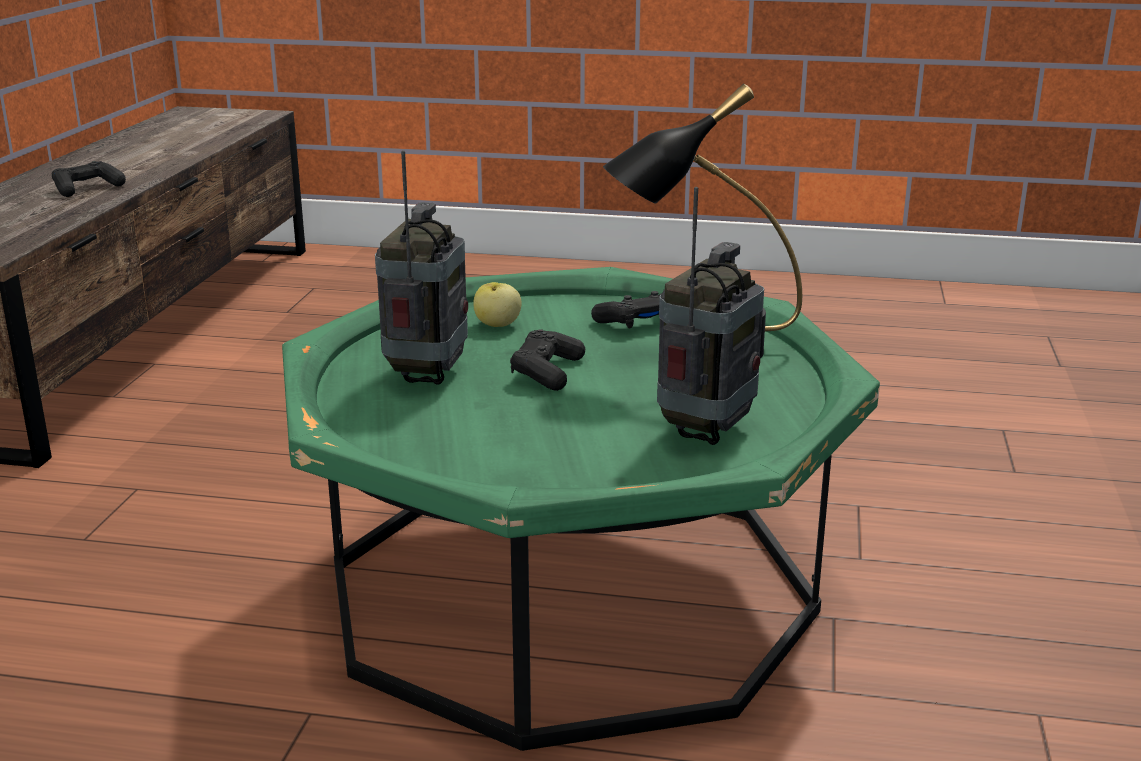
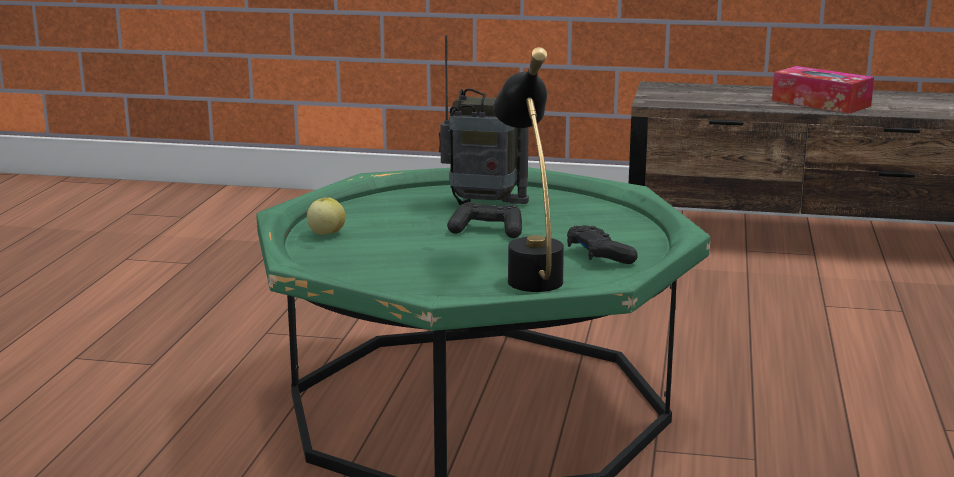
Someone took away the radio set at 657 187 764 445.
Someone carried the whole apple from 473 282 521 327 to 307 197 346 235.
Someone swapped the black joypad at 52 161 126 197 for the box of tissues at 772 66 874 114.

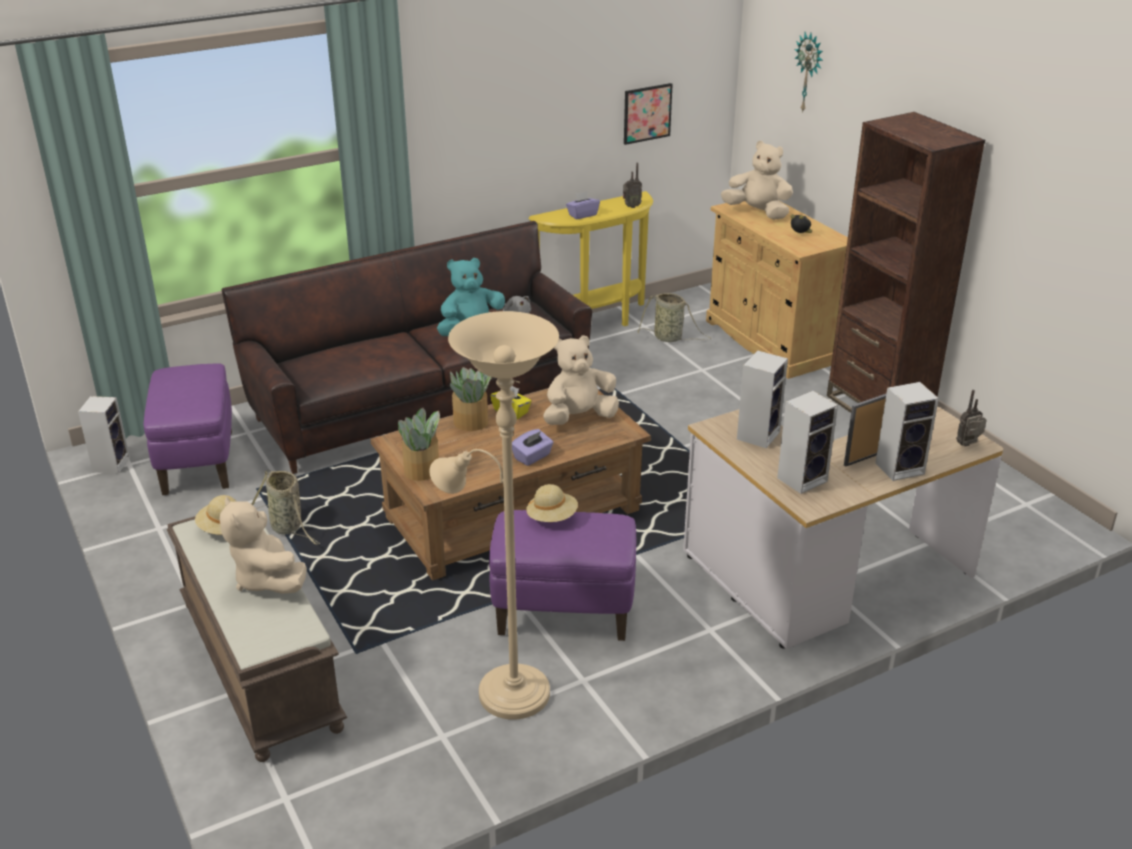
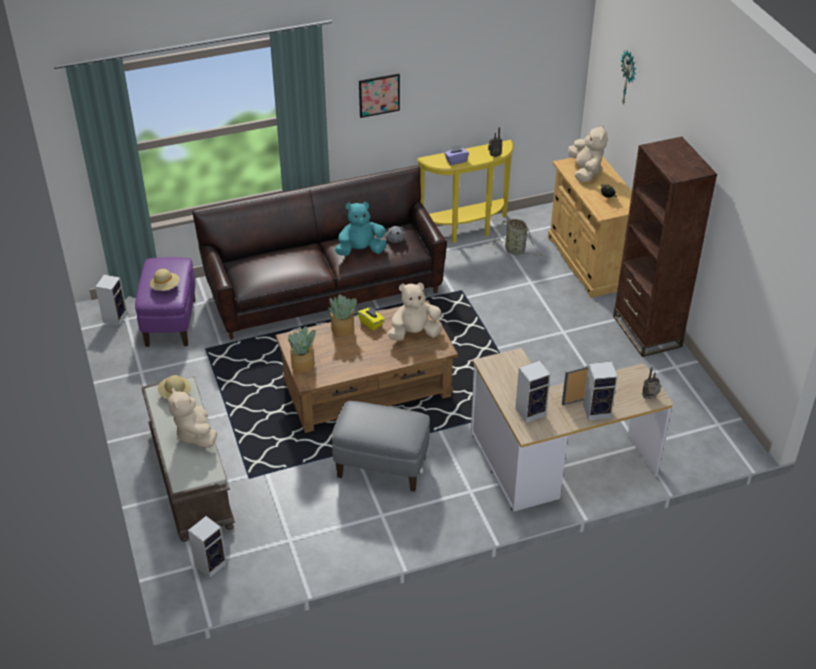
Someone took away the household basket at 252 470 320 545.
Someone took away the sand-coloured floor lamp at 429 311 559 720.
Someone took away the purplish box of tissues at 512 429 554 466.
Someone carried the sand-coloured wearable hat from 526 484 578 522 to 150 269 180 291.
Someone carried the wall art from 624 83 673 145 to 359 73 400 118.
Someone carried the speaker from 737 351 788 448 to 188 516 227 578.
Someone repainted the purplish ottoman at 489 510 636 641, which became the grey ottoman at 332 401 430 492.
Someone rotated the sand-coloured cuddly toy at 721 141 793 219 by 45 degrees clockwise.

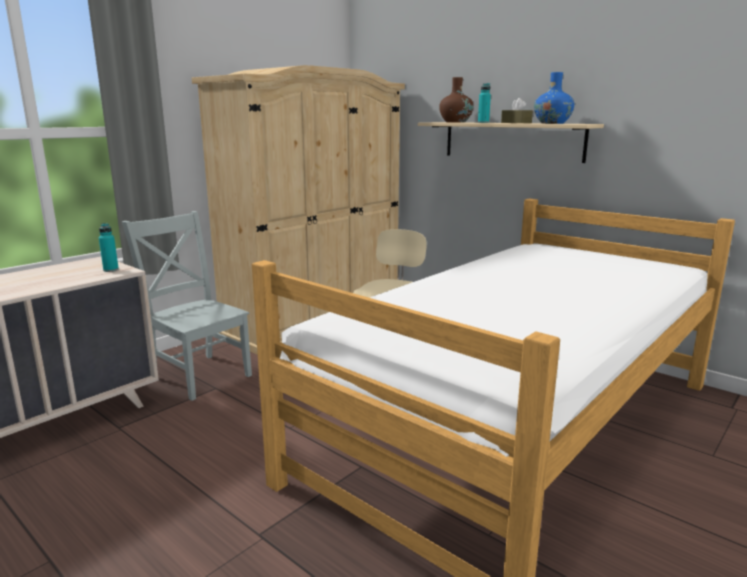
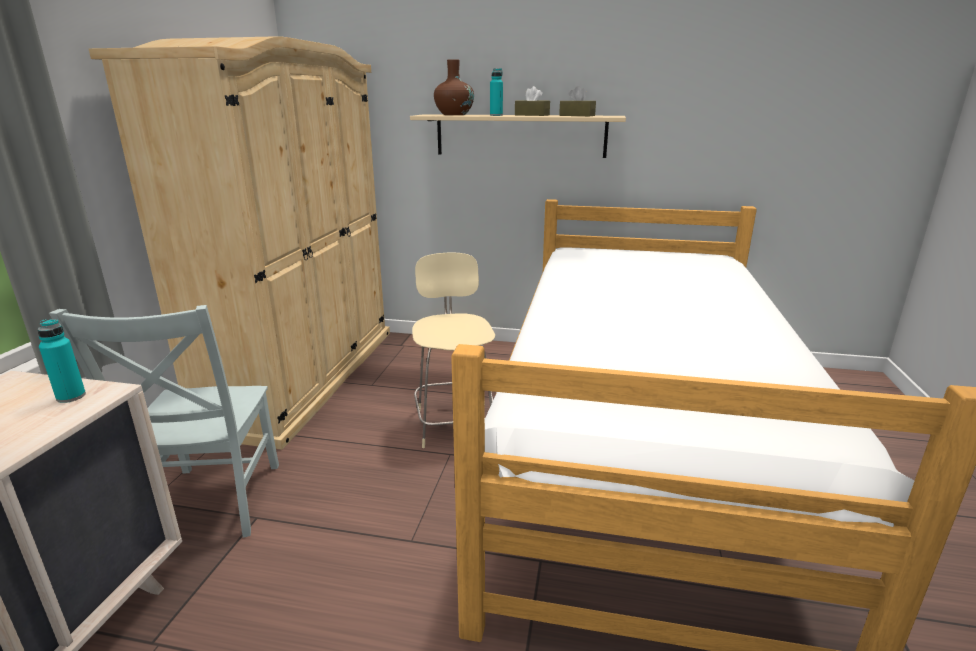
Someone swapped the blue flower vase at 534 72 574 124 for the brownish box of tissues at 559 86 596 116.
Someone rotated the grey chair at 122 211 252 401 by 105 degrees counterclockwise.

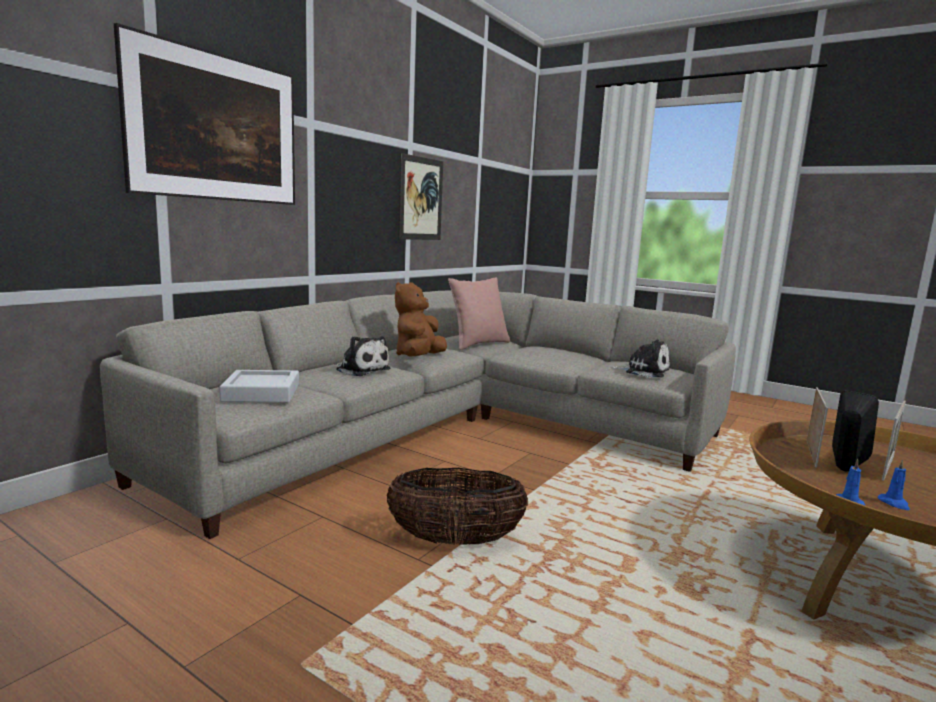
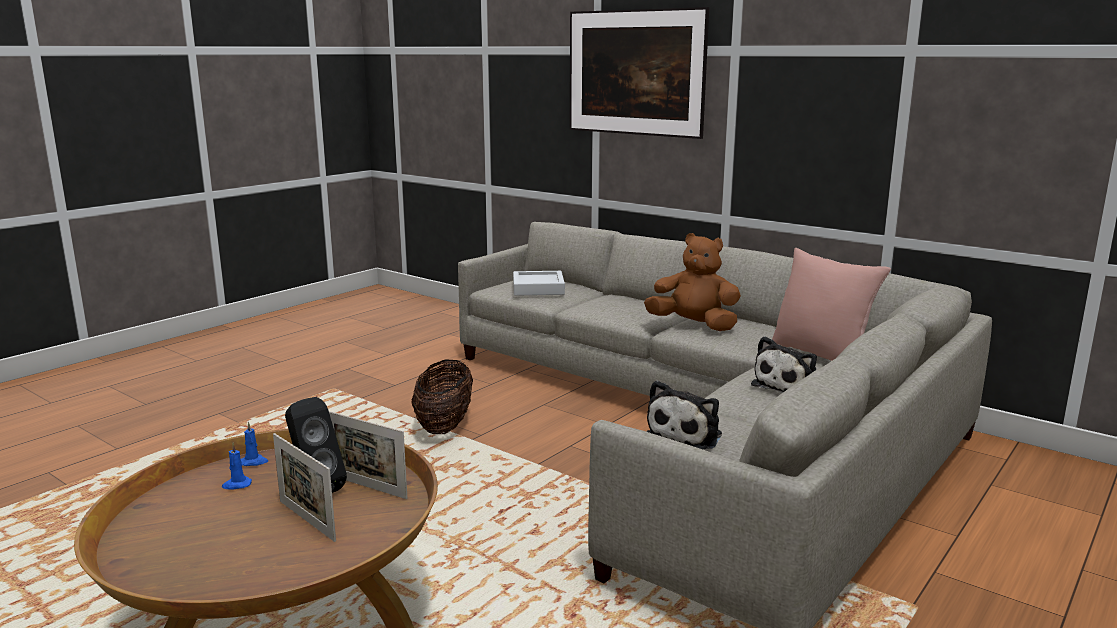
Someone took away the wall art at 398 153 443 240.
Someone carried the cuddly toy from 335 336 390 376 to 751 336 817 393.

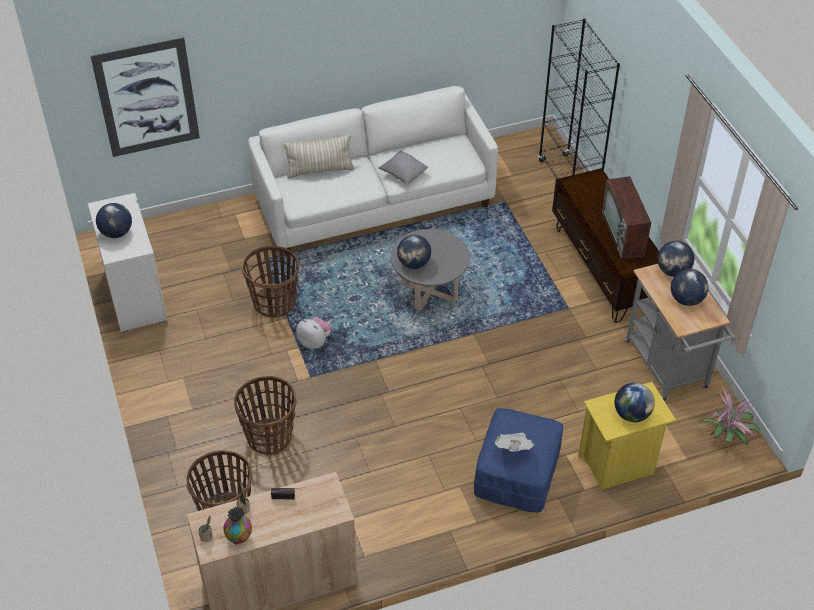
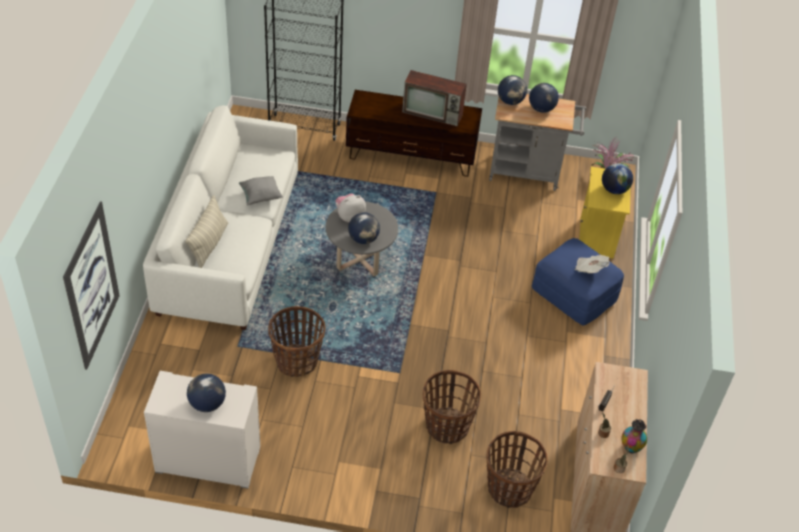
Someone carried the cuddly toy from 296 317 332 349 to 336 193 366 222.

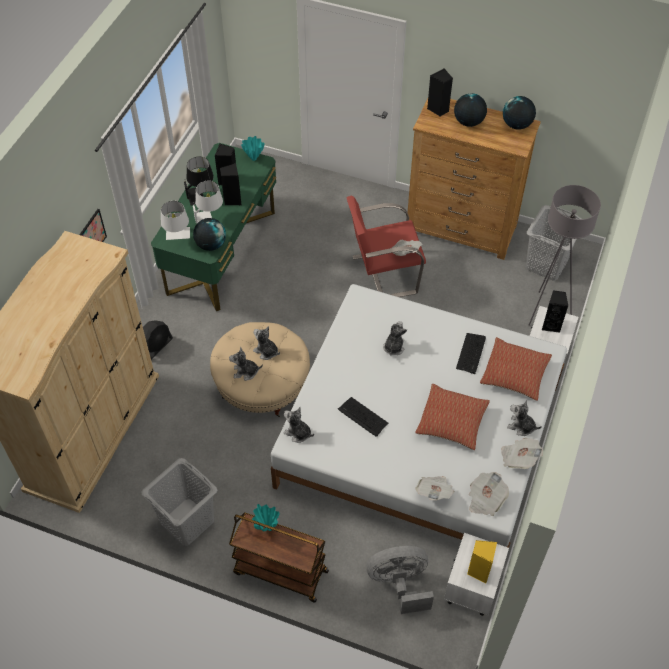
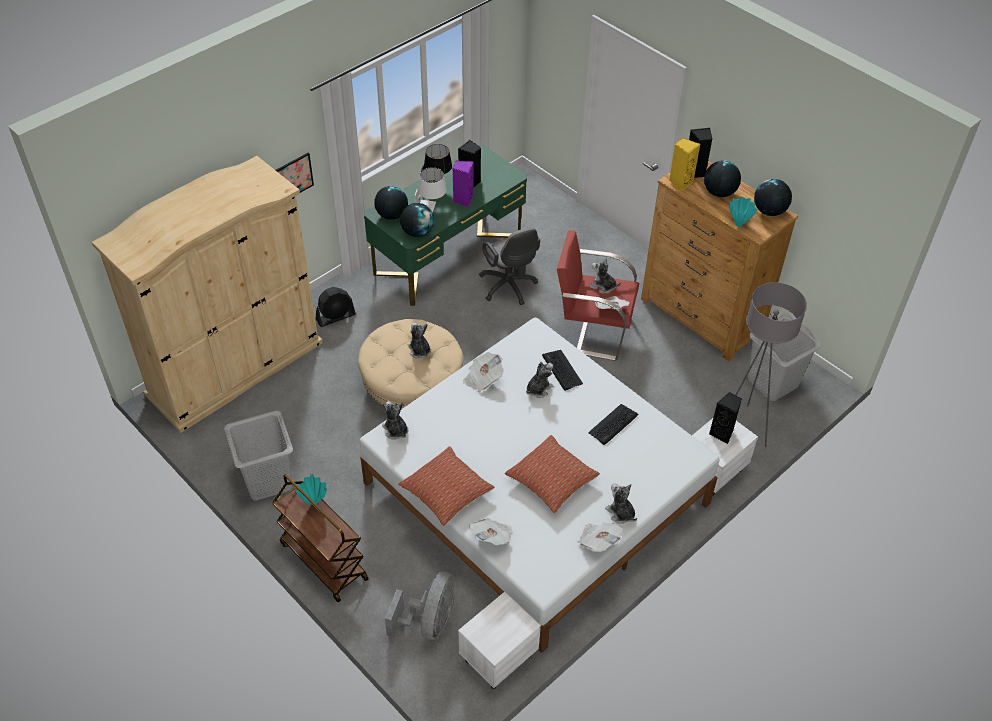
Someone put down the grey office chair at 479 227 540 305.
Someone carried the cuddly toy from 229 347 263 381 to 590 258 621 294.
Someone carried the turquoise-coloured flower vase from 241 136 264 161 to 729 197 757 227.
Someone carried the computer keyboard from 338 397 388 437 to 542 350 583 391.
Someone carried the yellow speaker from 467 540 497 583 to 669 138 700 191.
Someone carried the printed paper from 469 472 509 516 to 463 352 504 392.
Someone carried the throw pillow from 480 337 552 401 to 398 446 495 526.
Someone swapped the whitish table lamp at 161 201 190 240 for the desk globe at 374 186 408 220.
Someone repainted the black speaker at 220 163 241 205, which became the purplish speaker at 453 161 474 207.
Someone rotated the grey electric fan at 366 546 434 614 by 90 degrees clockwise.

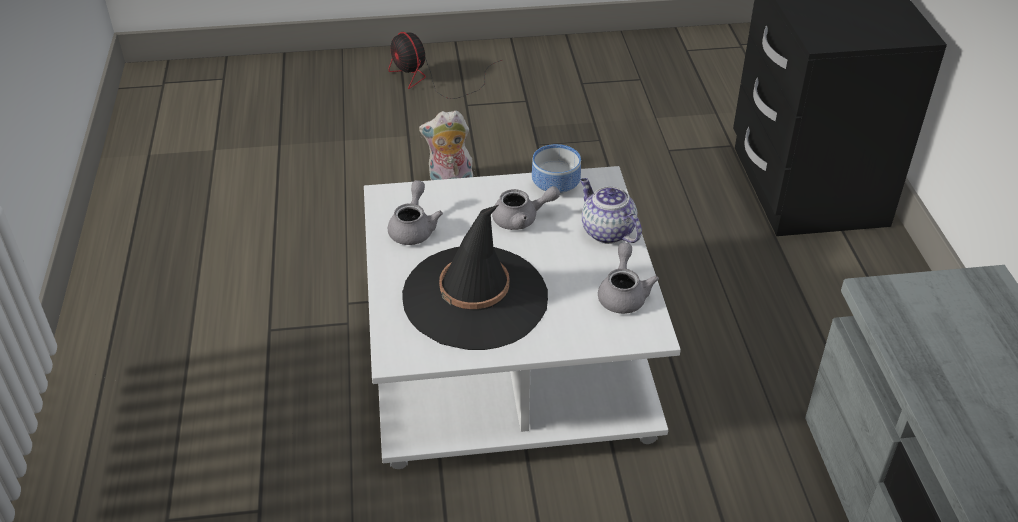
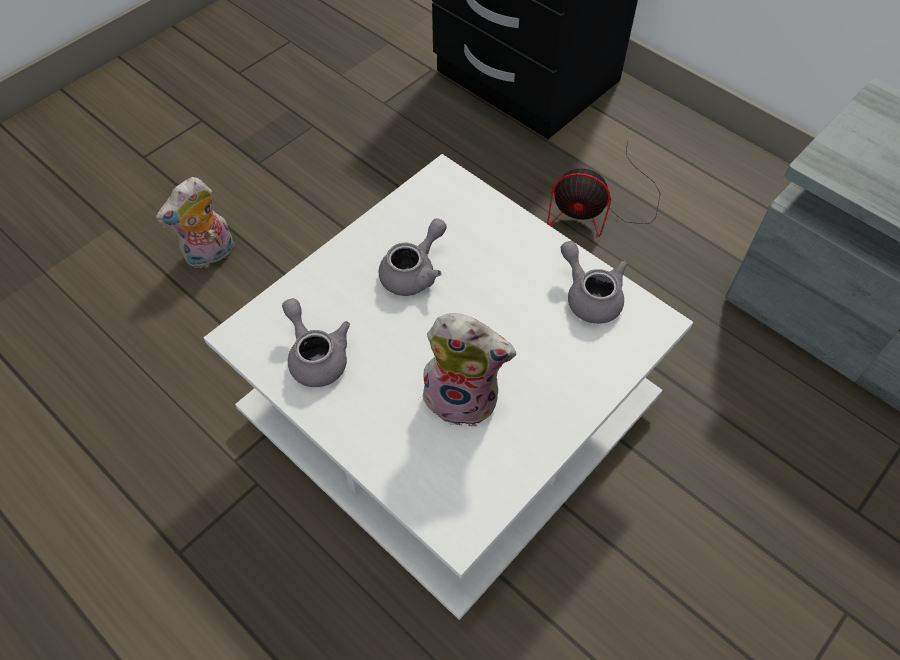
Someone took away the deep dish at 532 144 581 194.
Someone took away the teapot at 580 178 642 244.
Someone carried the electric fan from 388 32 502 99 to 547 142 661 237.
Someone swapped the black wearable hat at 402 205 548 350 for the cuddly toy at 415 313 516 427.

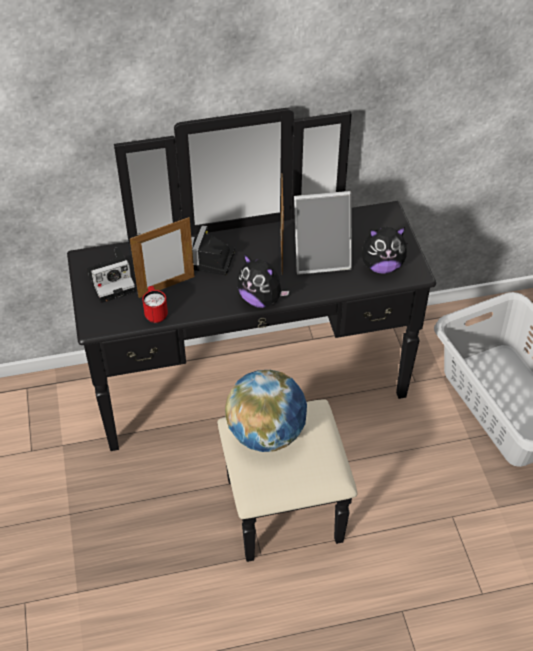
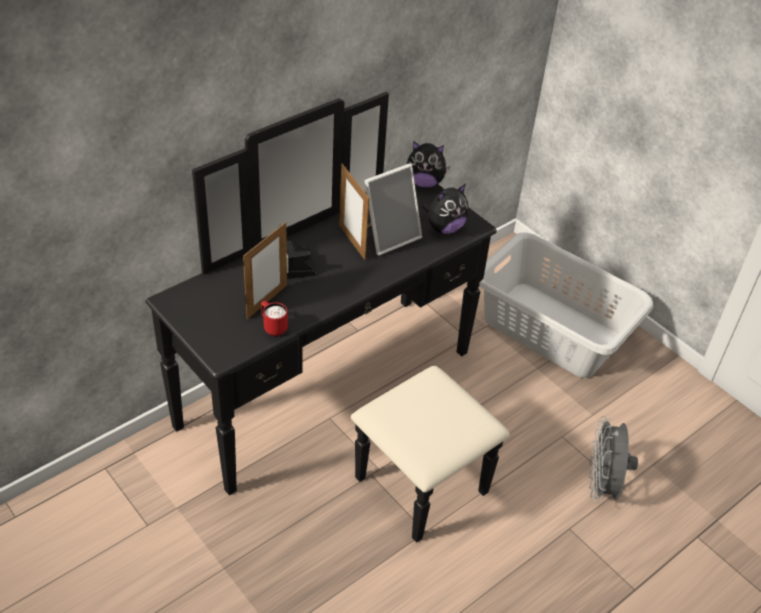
Someone took away the still camera at 87 247 136 303.
Someone took away the desk globe at 225 370 307 452.
Someone put down the grey electric fan at 589 416 638 503.
Someone carried the cuddly toy from 237 254 289 308 to 406 141 451 188.

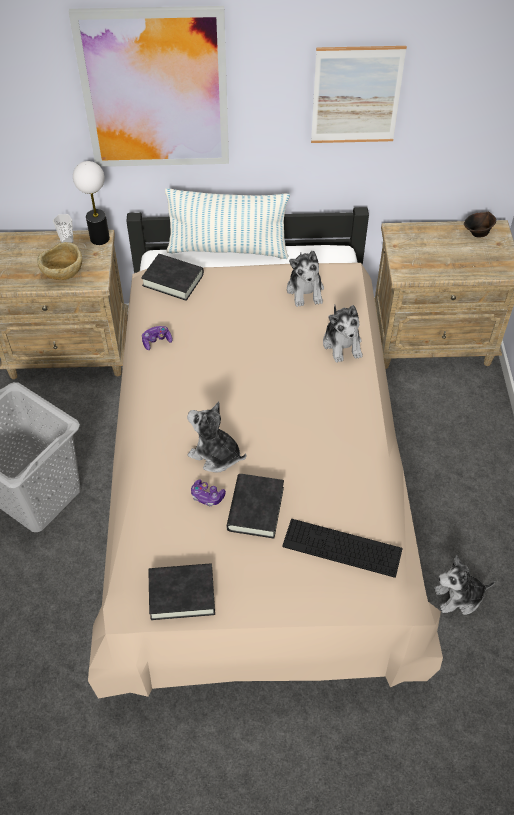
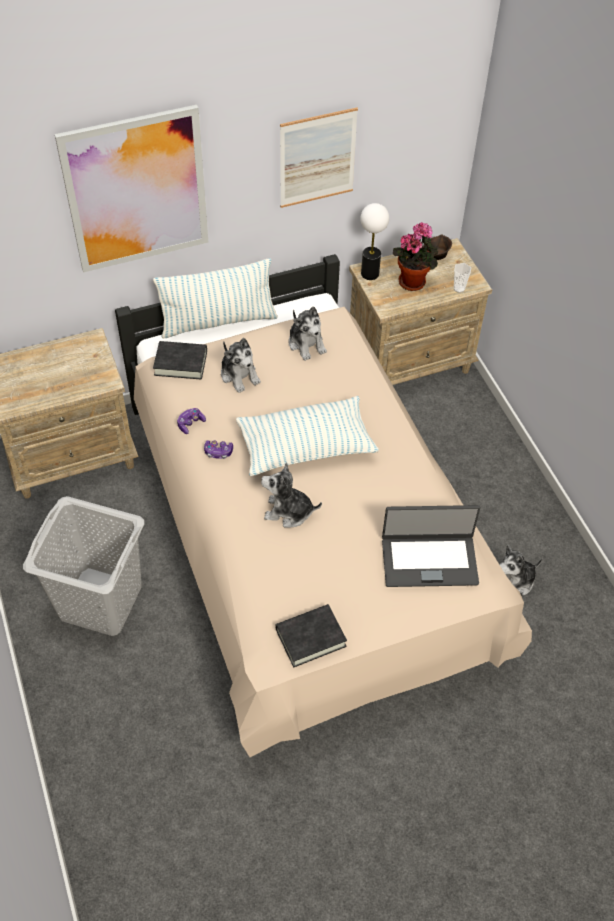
Someone took away the sand-coloured deep dish at 37 242 82 280.
Someone took away the black bound book at 226 474 284 538.
Someone put down the throw pillow at 236 396 379 476.
Someone put down the potted plant at 393 223 438 291.
Someone carried the drinking cup from 53 214 73 243 to 454 263 471 293.
Someone carried the table lamp from 73 161 110 245 to 360 203 389 280.
Someone carried the joypad from 191 479 226 506 to 204 440 233 459.
Someone carried the cuddly toy from 323 305 363 362 to 221 338 261 393.
Someone swapped the computer keyboard at 282 519 403 578 for the notebook computer at 382 505 480 587.

